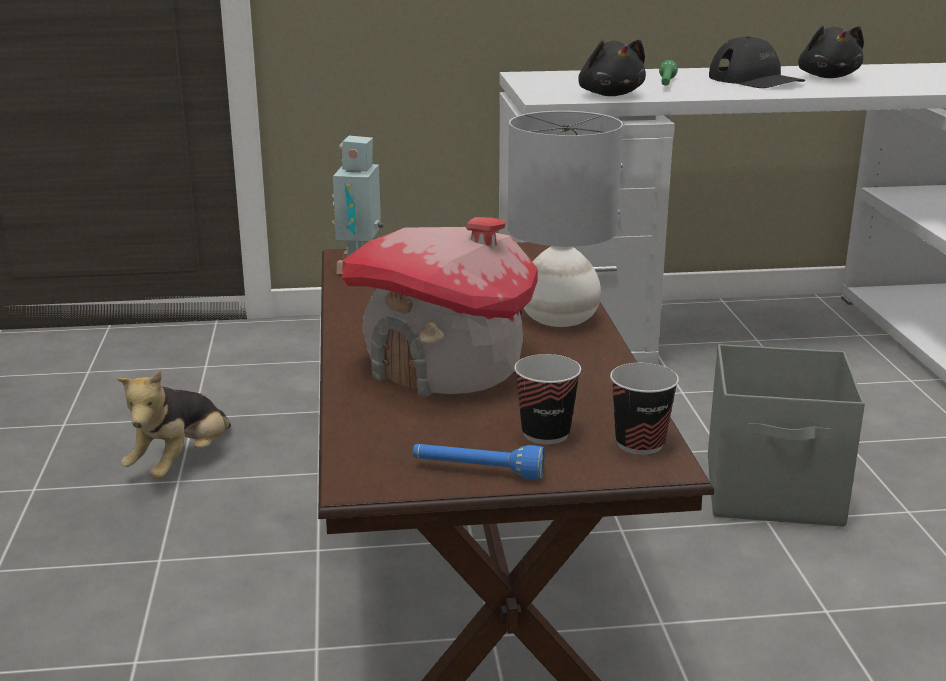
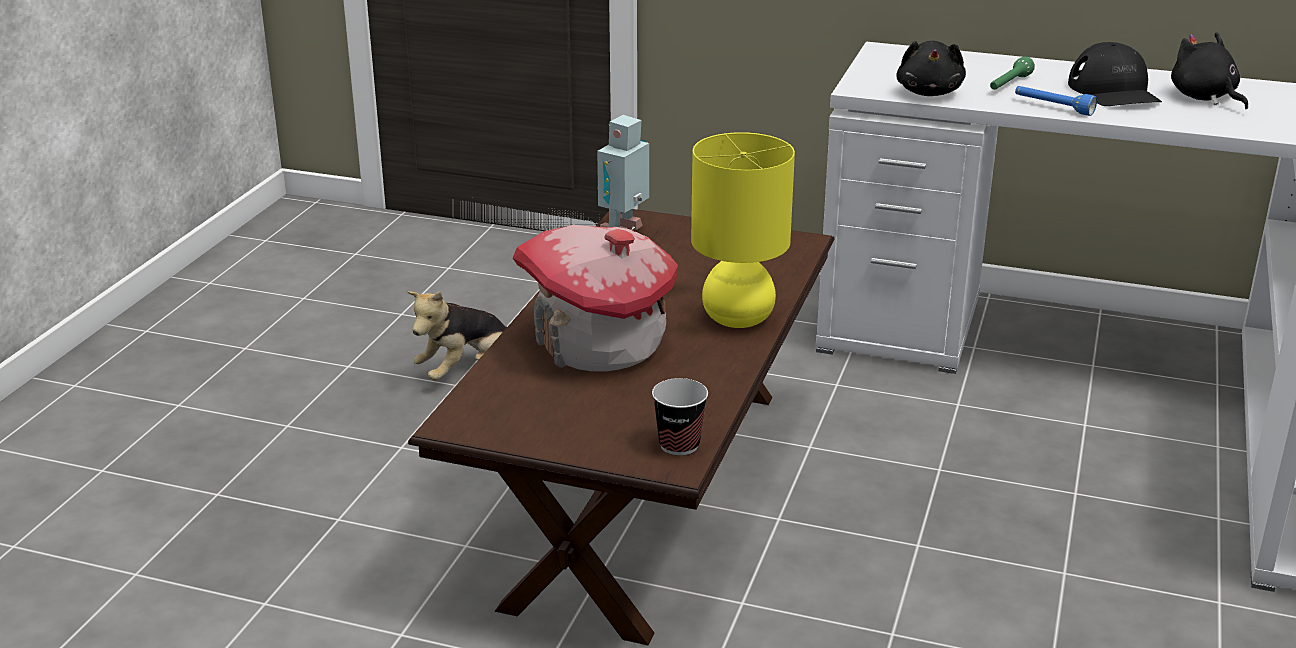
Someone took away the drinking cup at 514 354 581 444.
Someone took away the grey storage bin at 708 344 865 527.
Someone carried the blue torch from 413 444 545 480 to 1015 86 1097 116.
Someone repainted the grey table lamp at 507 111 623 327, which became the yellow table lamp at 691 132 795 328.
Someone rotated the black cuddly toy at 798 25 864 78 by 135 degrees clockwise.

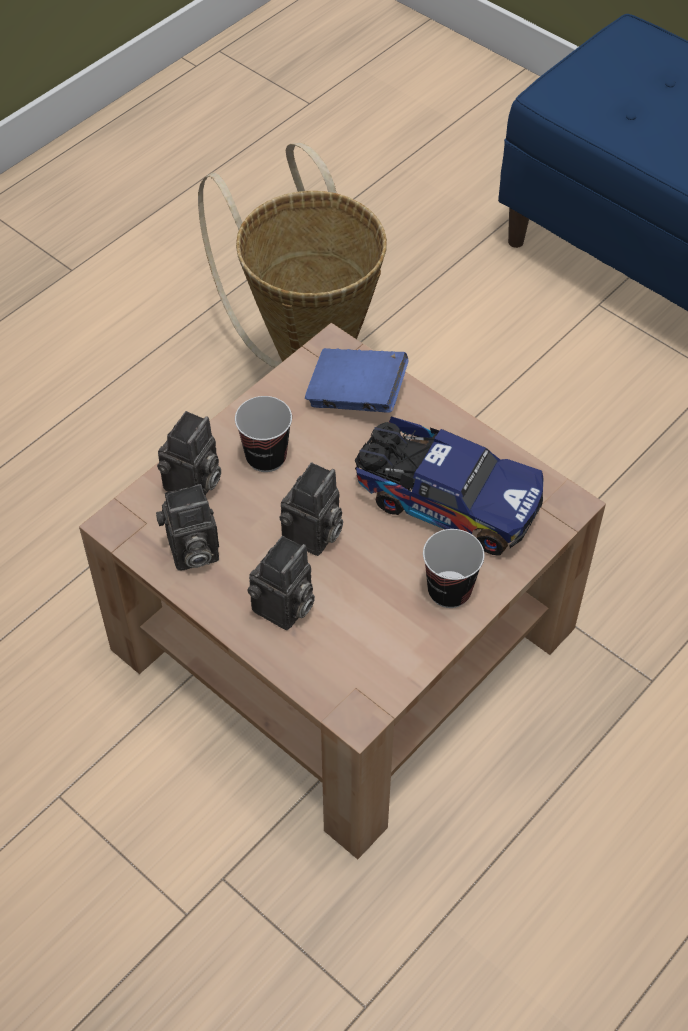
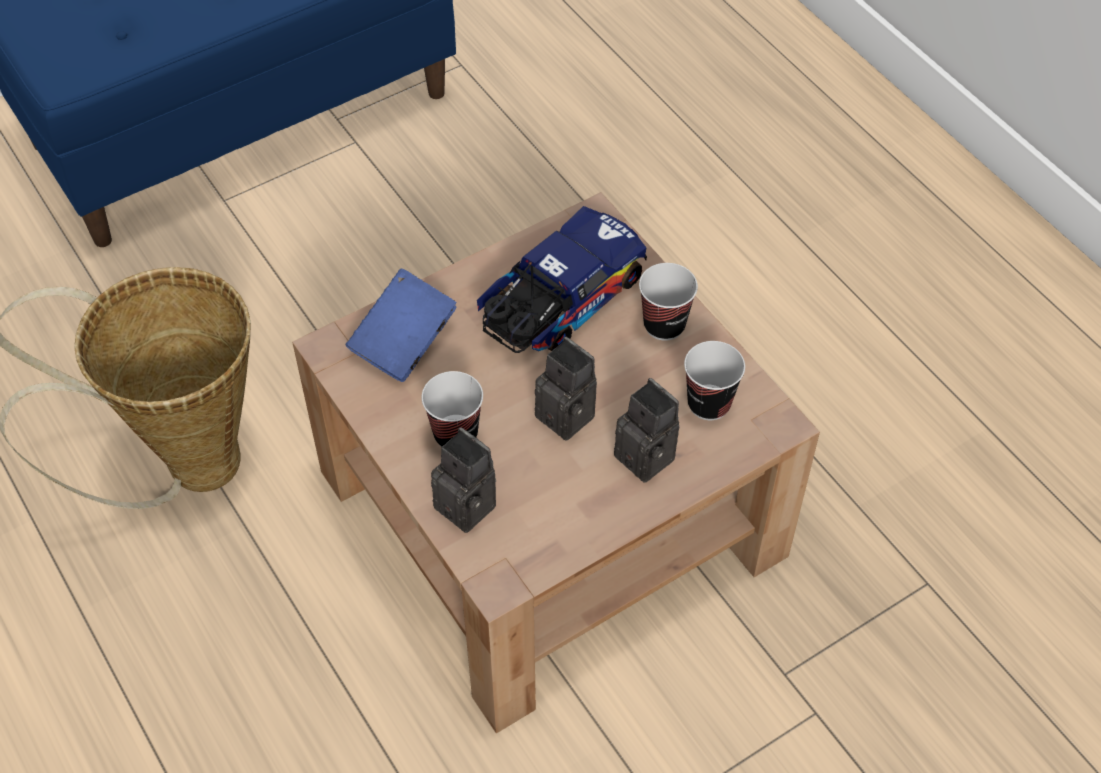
Someone took away the still camera at 156 484 219 571.
Someone put down the drinking cup at 684 341 745 420.

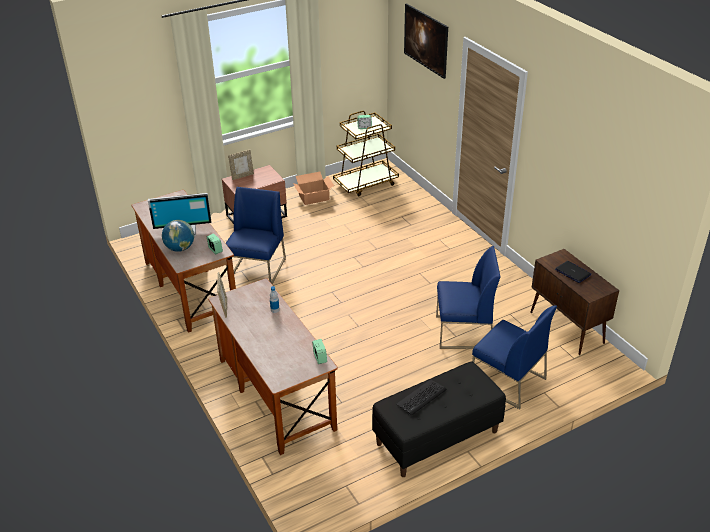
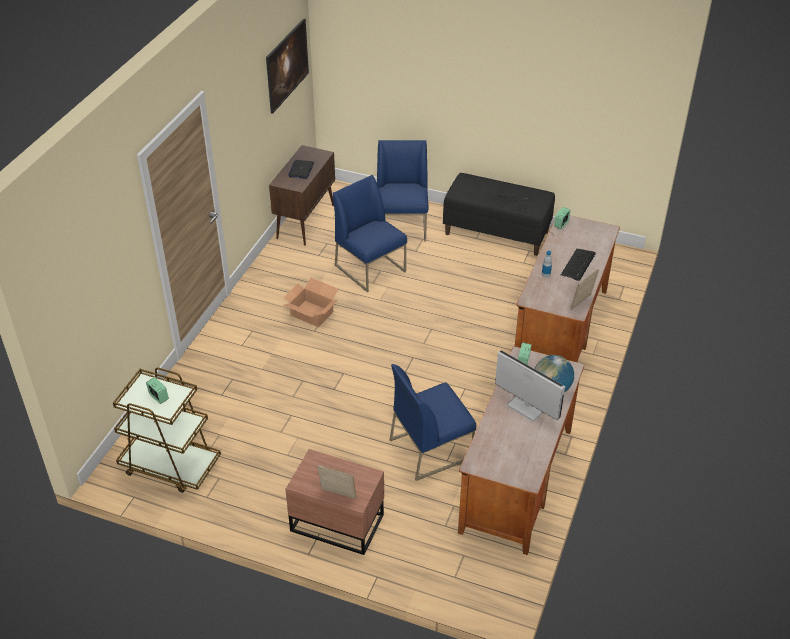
Someone put down the computer keyboard at 561 249 596 281.
Someone carried the cardboard box from 293 172 334 205 to 283 277 338 327.
Someone carried the wall art from 404 3 448 79 to 266 18 309 114.

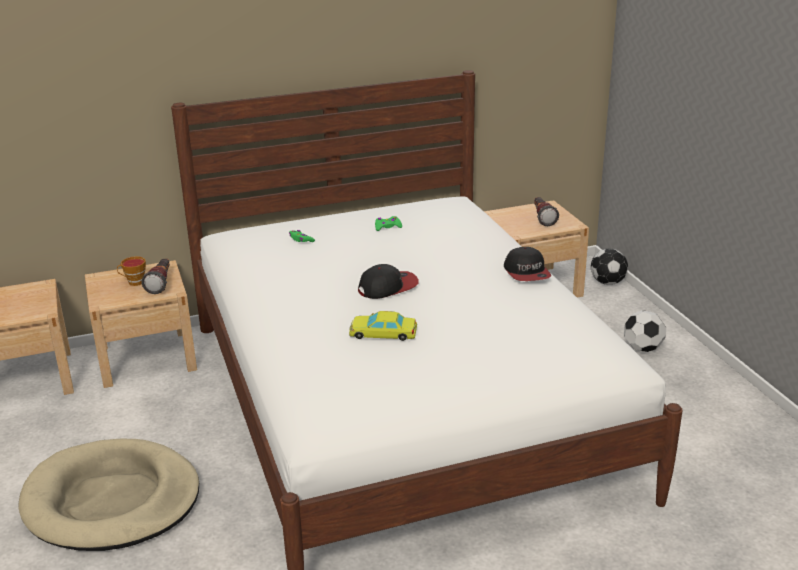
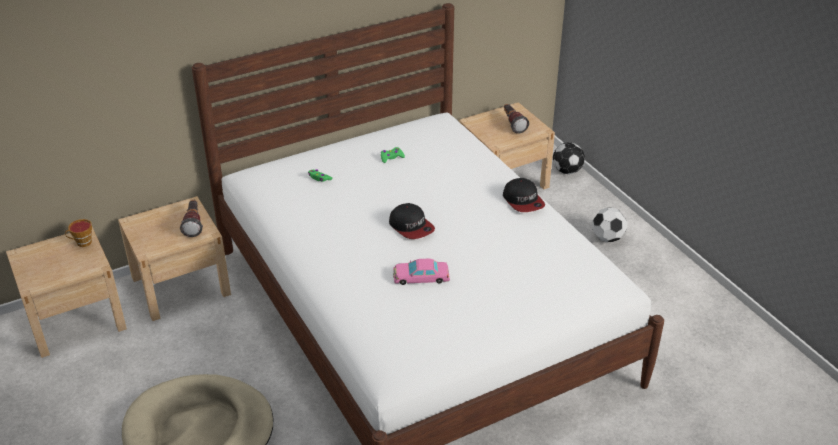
Someone carried the drinking cup from 117 256 146 286 to 65 219 92 247.
Someone repainted the yellow model car at 349 311 417 341, which became the pinkish model car at 393 259 450 285.
Someone rotated the peaked cap at 358 264 419 299 by 90 degrees clockwise.

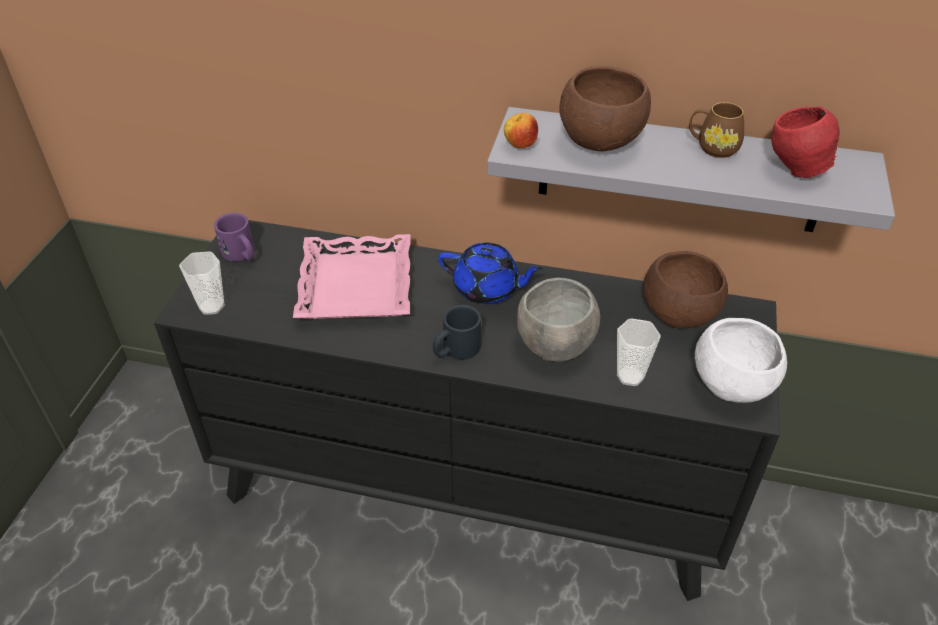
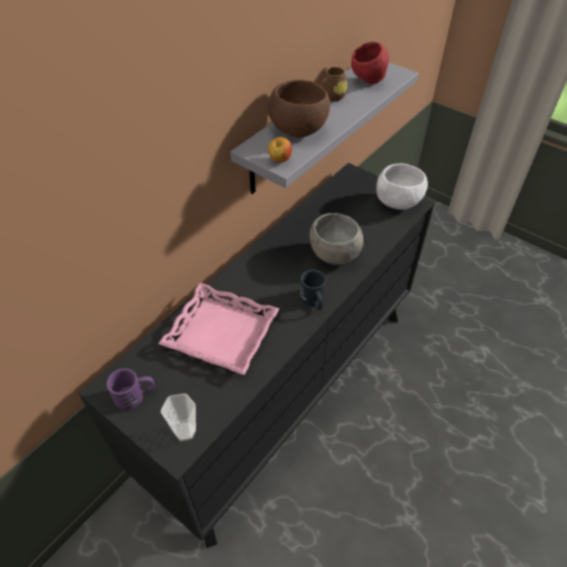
Someone took away the blue teapot at 438 243 543 304.
Someone took away the drinking cup at 617 318 661 386.
Someone took away the brownish deep dish at 643 251 728 328.

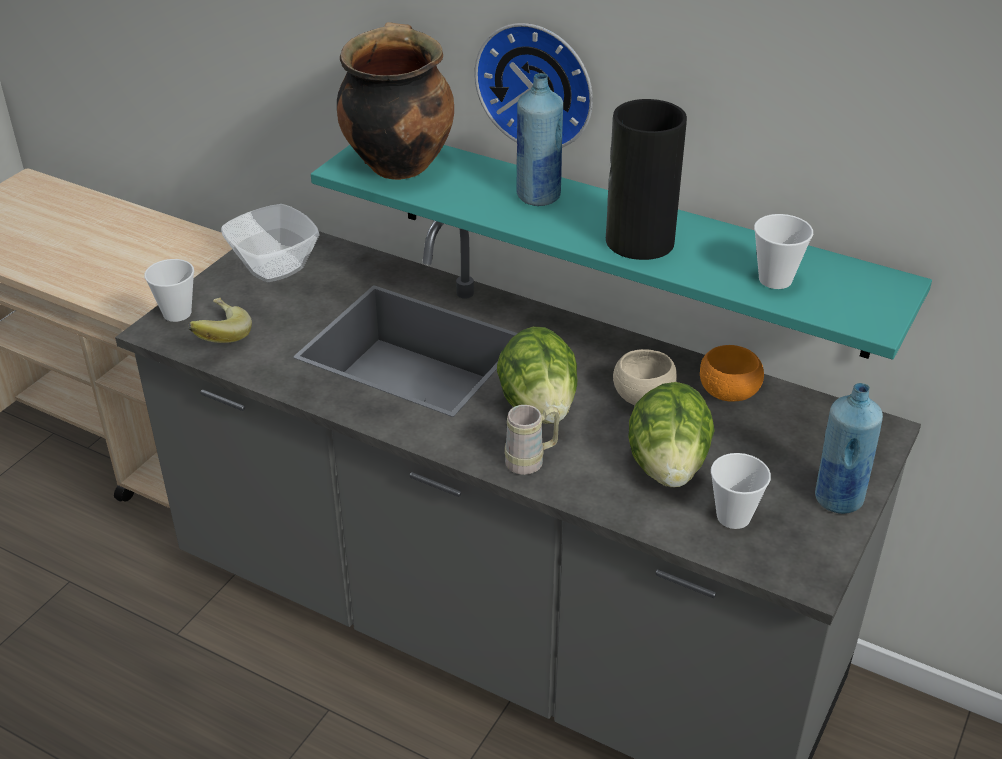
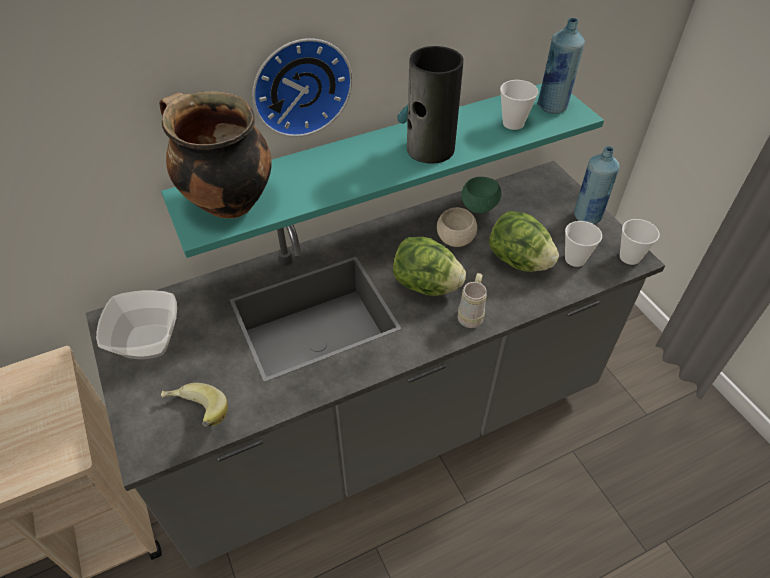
Someone carried the drinking cup from 144 259 194 322 to 620 219 660 265.
Someone carried the blue bottle from 516 73 563 206 to 537 18 585 114.
Someone repainted the orangey deep dish at 700 345 764 402, which became the green-coloured deep dish at 462 177 501 213.

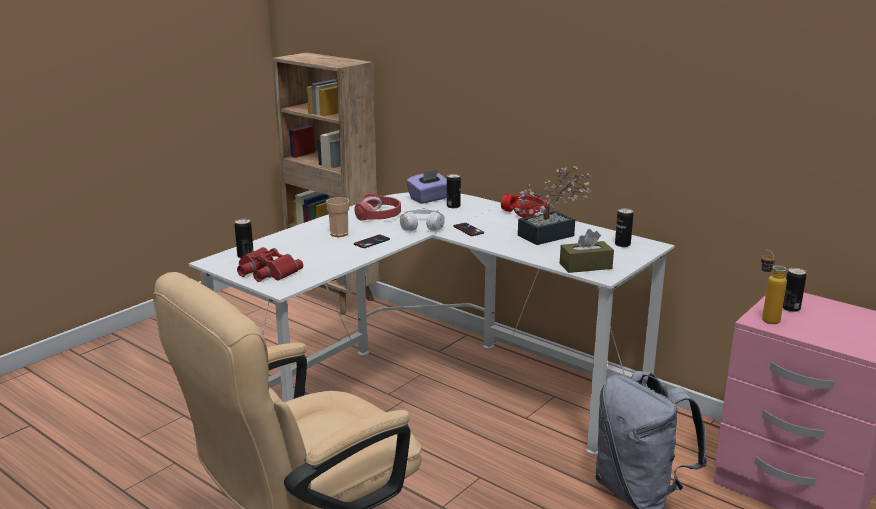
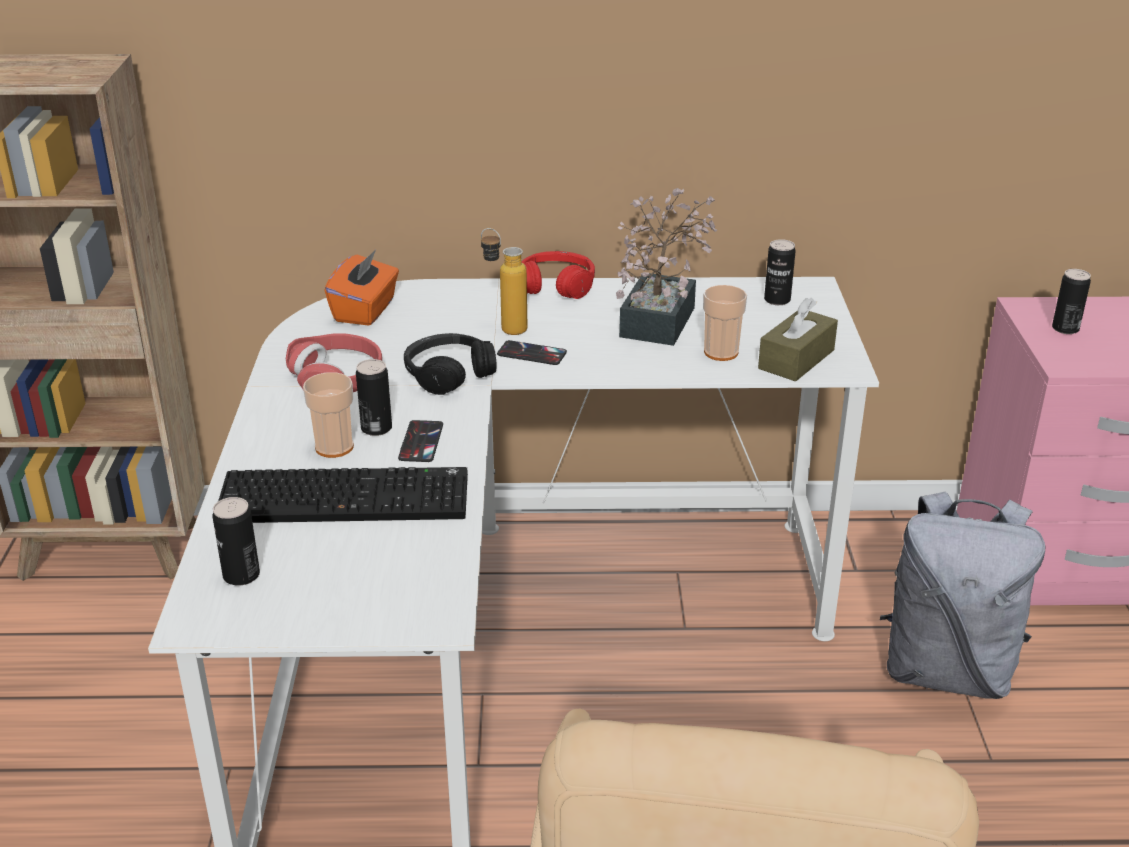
Someone took away the red pair of binoculars at 237 247 303 282.
Someone put down the computer keyboard at 218 467 468 523.
Someone put down the drinking cup at 703 285 747 361.
Someone carried the sealed can from 447 174 461 208 to 356 359 392 436.
Someone carried the bottle from 761 250 787 324 to 481 228 527 335.
Someone repainted the whitish pair of headphones at 400 208 445 231, which became the black pair of headphones at 404 333 497 395.
Someone repainted the purplish box of tissues at 406 169 447 204, which became the orangey box of tissues at 324 250 399 326.

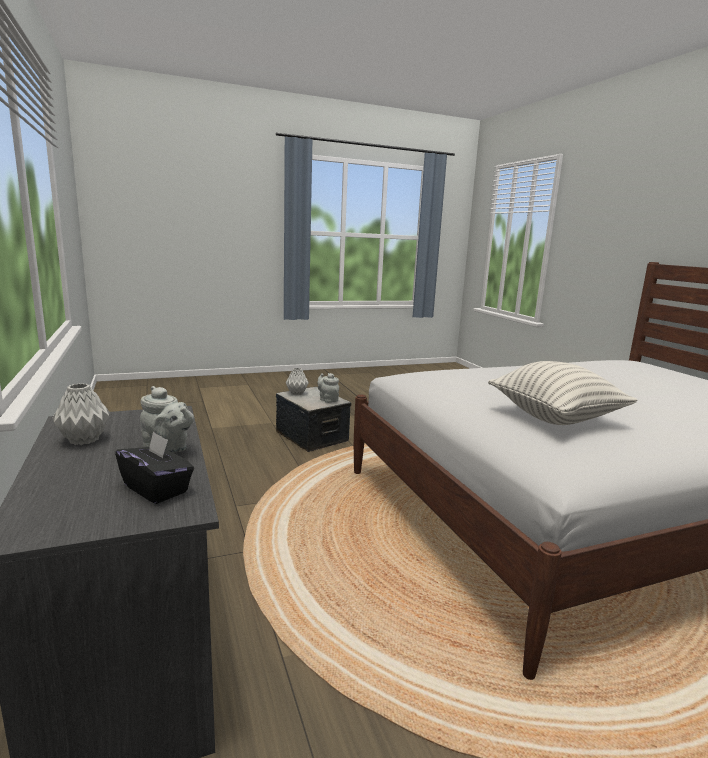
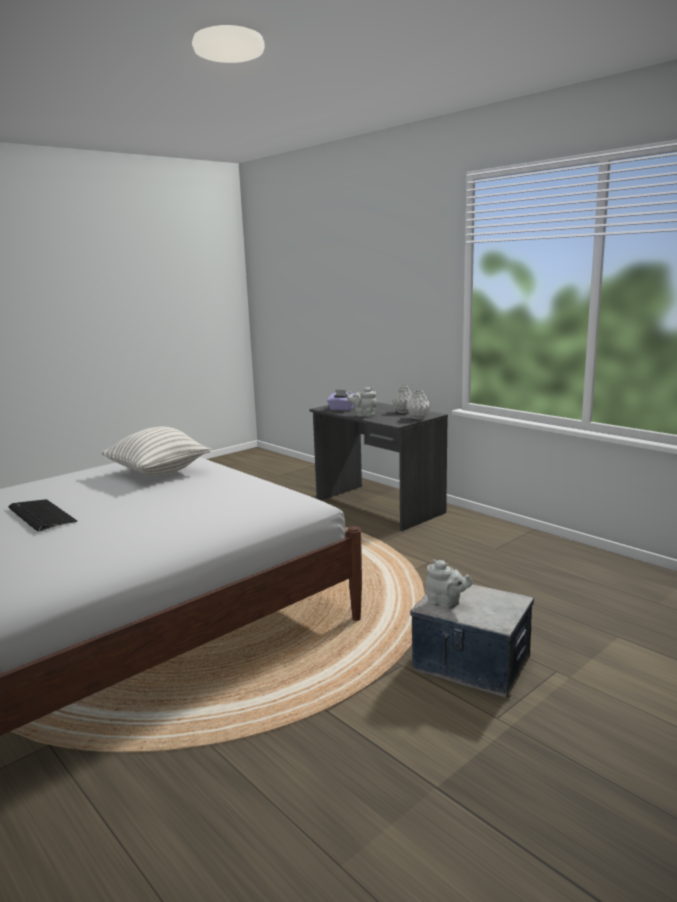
Someone put down the computer keyboard at 9 499 77 531.
Someone carried the grey flower vase from 286 368 309 395 to 406 390 431 419.
Someone repainted the black box of tissues at 115 431 194 504, which became the purplish box of tissues at 327 389 354 411.

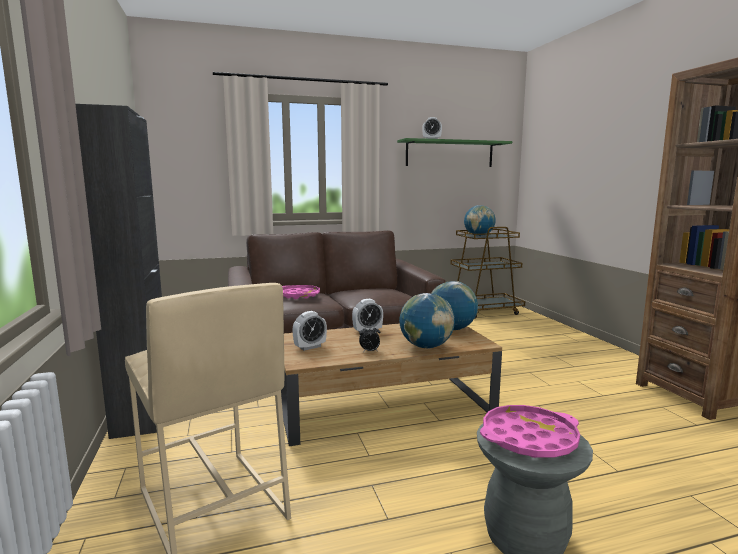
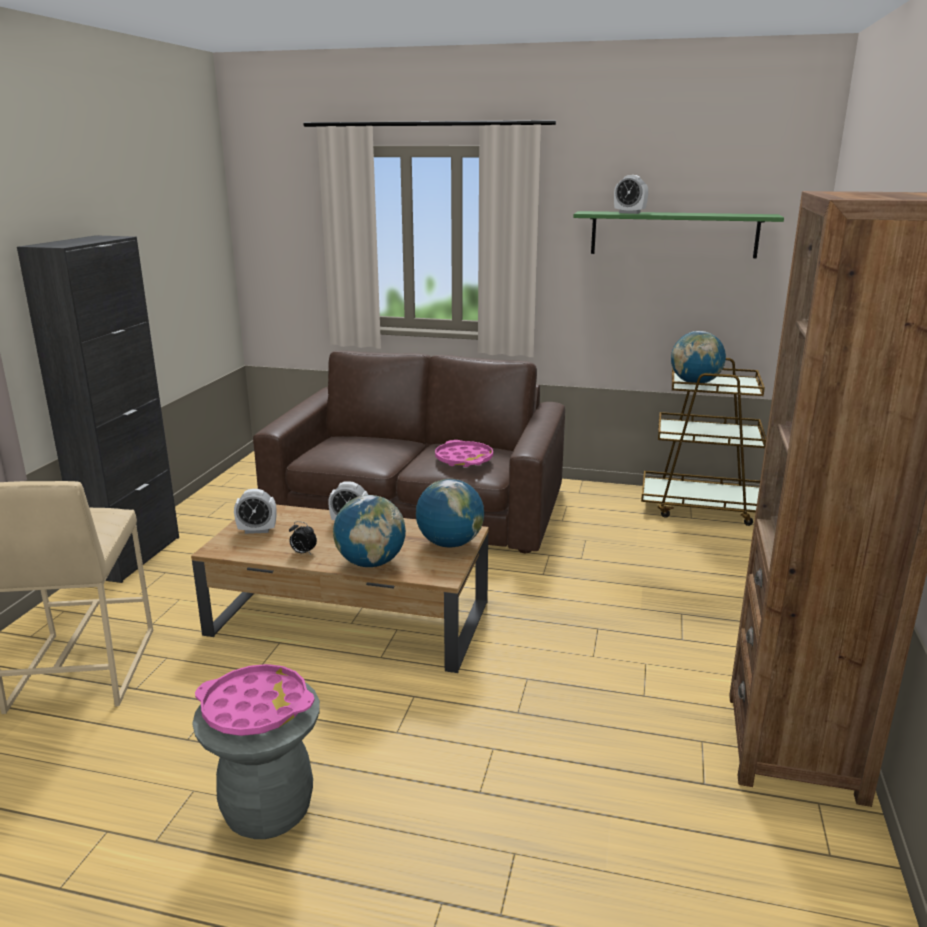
Someone carried the pinkish carrying tray from 282 285 320 299 to 435 440 493 467.

